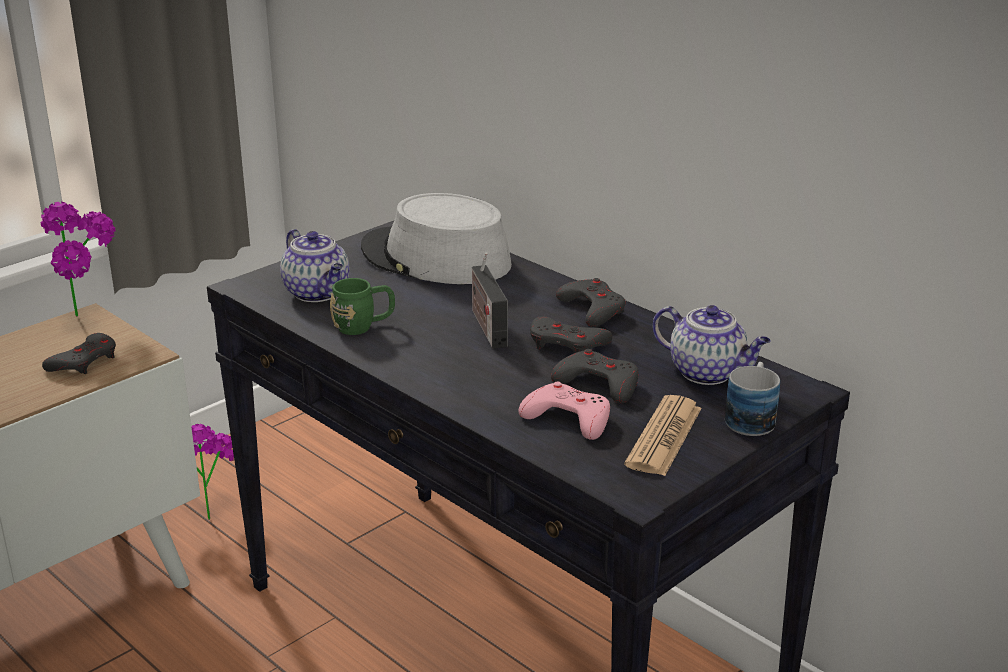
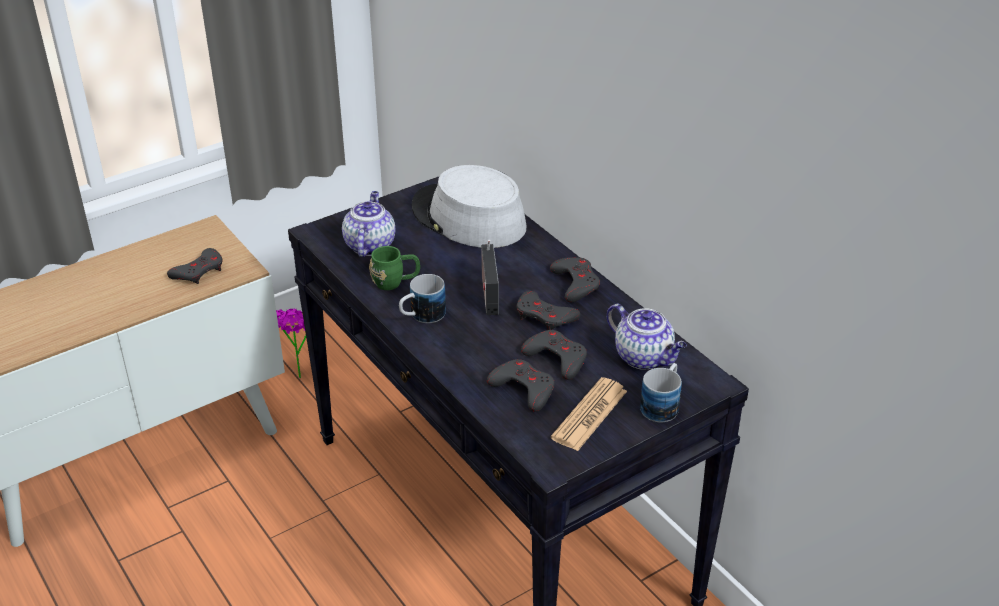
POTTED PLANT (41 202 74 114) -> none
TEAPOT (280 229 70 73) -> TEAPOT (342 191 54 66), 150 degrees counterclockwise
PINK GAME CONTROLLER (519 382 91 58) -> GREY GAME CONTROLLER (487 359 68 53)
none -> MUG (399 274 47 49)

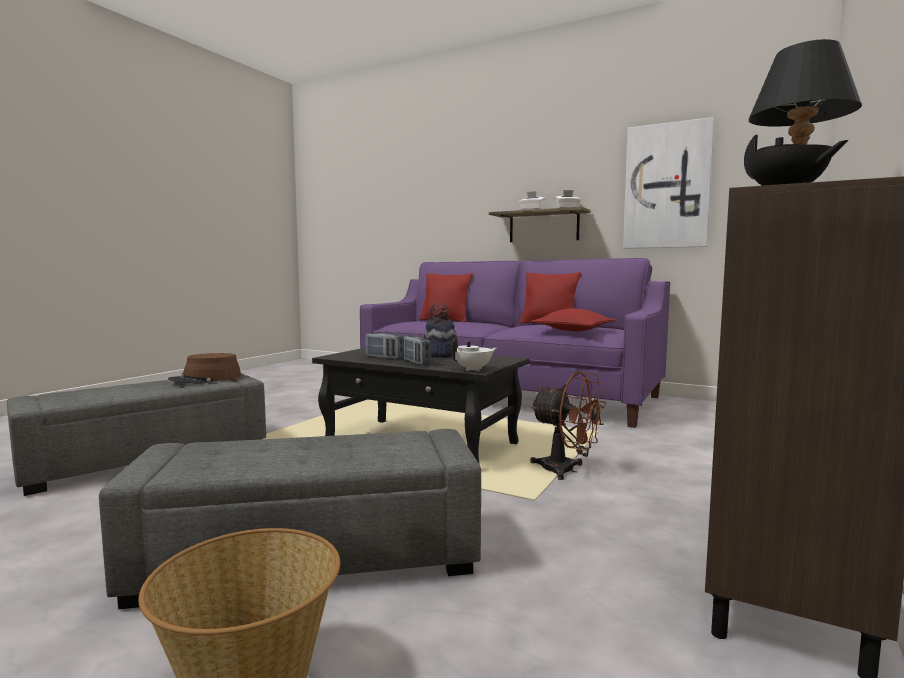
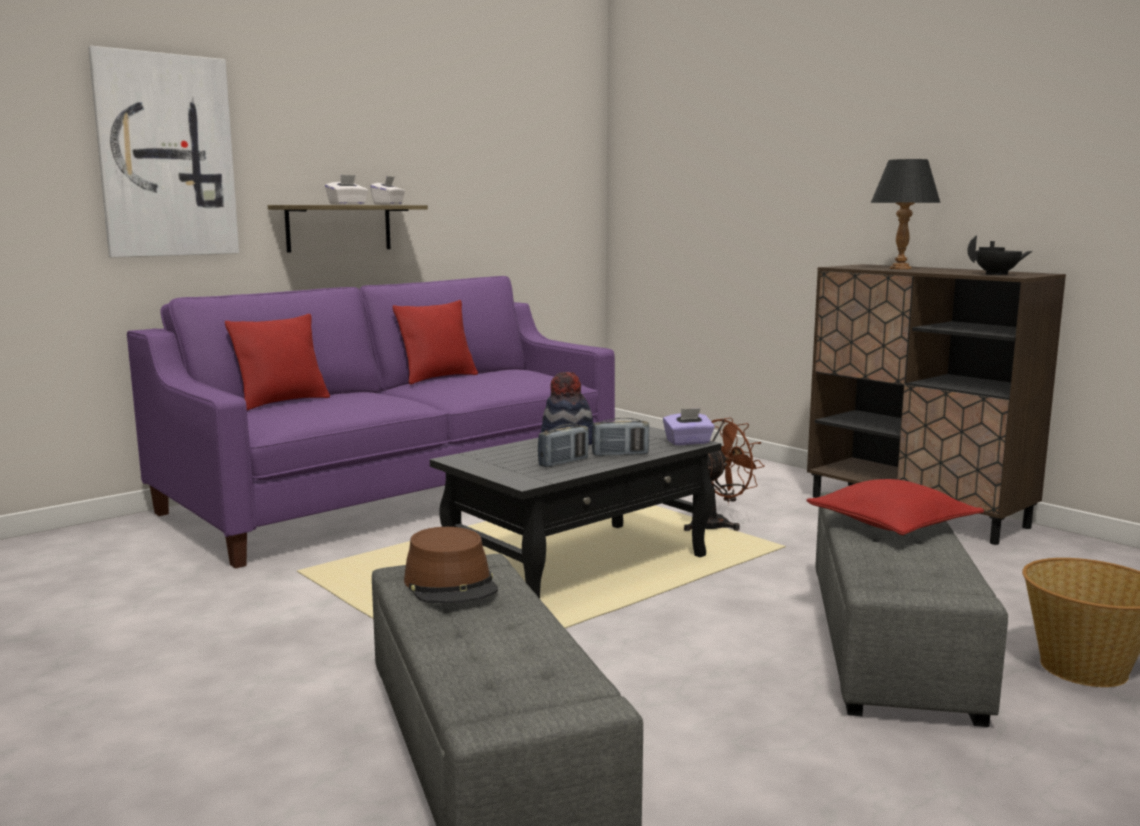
WHITE TEAPOT (450 337 47 35) -> PURPLE TISSUE BOX (663 408 52 37)
RED PILLOW (531 308 85 23) -> RED PILLOW (807 479 177 56), move
PICTURE (623 117 92 132) -> PICTURE (88 46 151 212), move

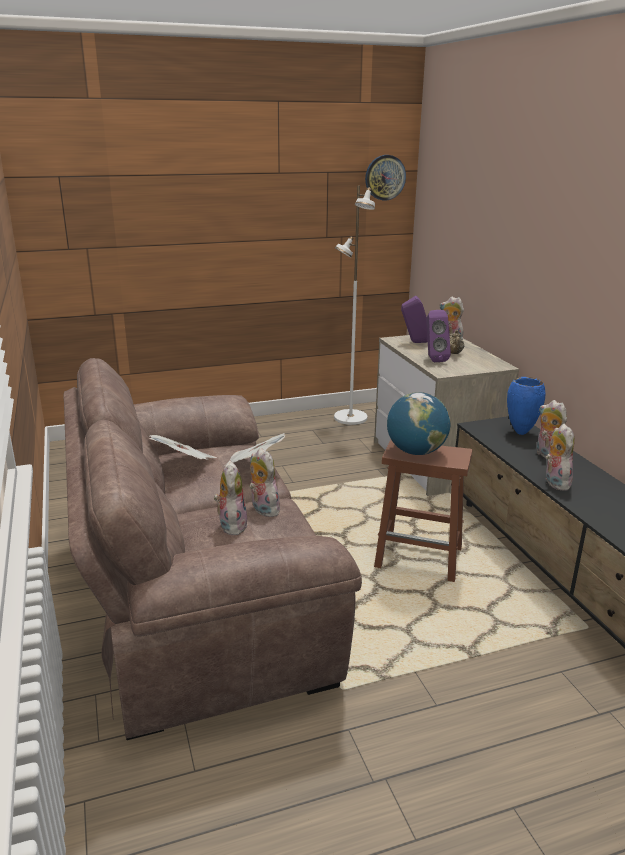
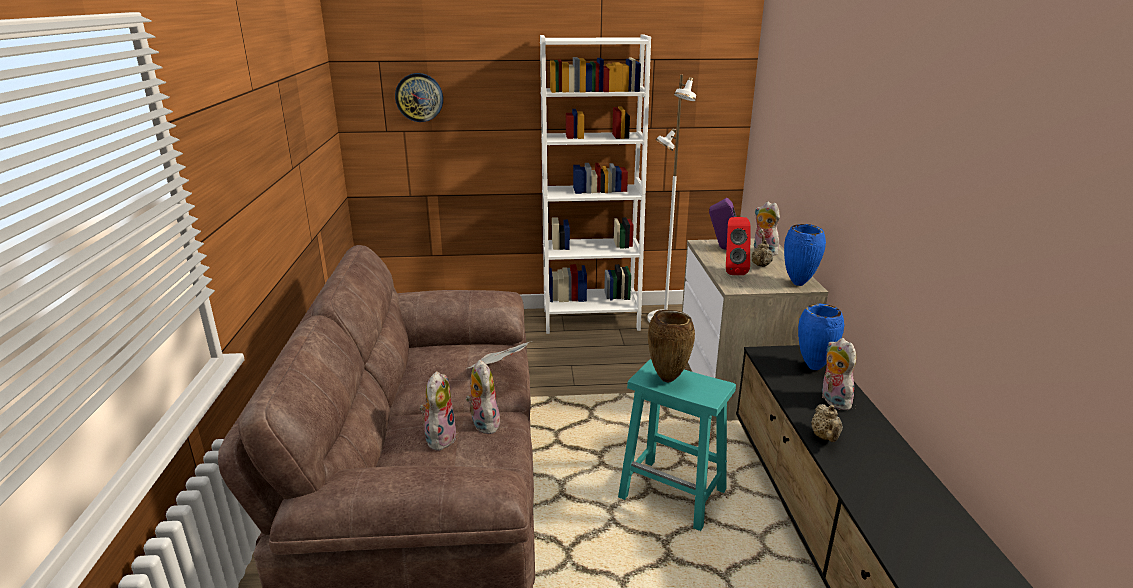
NEWSPAPER (149 435 68 25) -> none
WALL CLOCK (365 155 41 46) -> WALL CLOCK (395 73 48 49), move
BROWN STOOL (374 440 98 142) -> TURQUOISE STOOL (618 359 118 172)
GLOBE (387 392 64 63) -> BROWN VASE (648 310 47 72)
PURPLE SPEAKER (426 310 25 52) -> RED SPEAKER (726 217 25 58)
PLUSH TOY (546 424 28 67) -> BEIGE TEAPOT (811 404 32 38)
none -> WHITE BOOKCASE (540 34 111 300)
none -> BLUE VASE (784 224 42 62)

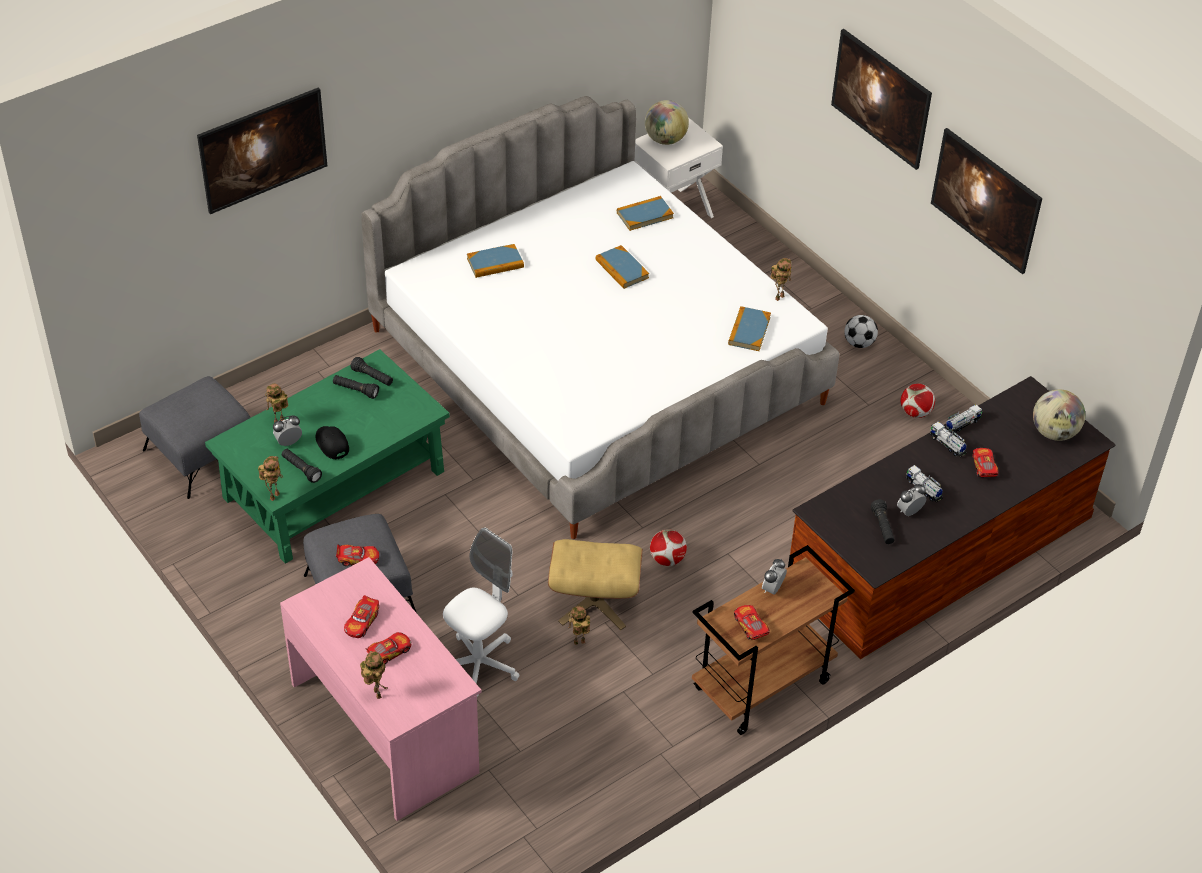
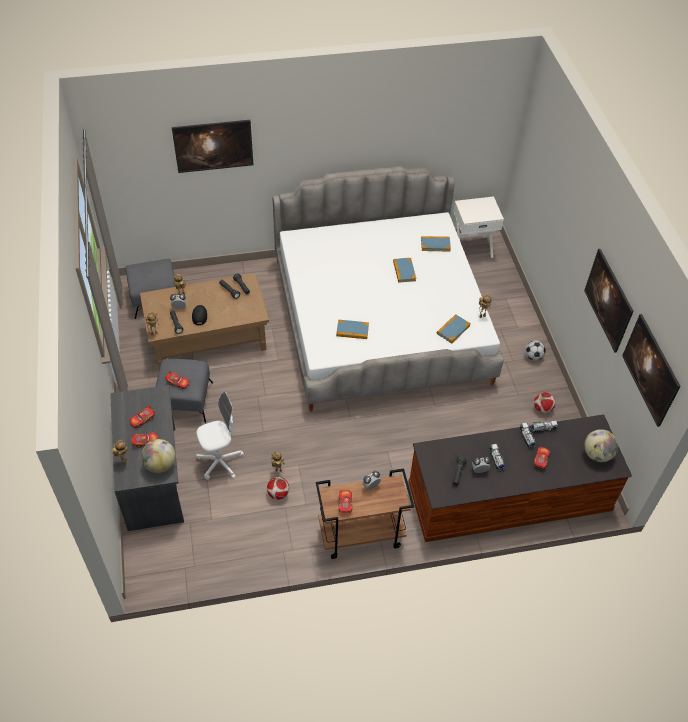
GREEN COFFEE TABLE (205 349 245 215) -> BROWN COFFEE TABLE (140 273 129 96)
PINK DESK (280 557 202 264) -> GREY DESK (110 385 74 146)
BOOK (467 244 57 34) -> BOOK (336 320 33 19), move
BEIGE OTTOMAN (548 539 95 91) -> none
GLOBE (645 100 44 45) -> GLOBE (141 439 35 34), move
FOOTBALL (650 529 37 37) -> FOOTBALL (267 477 22 23), move
PICTURE (831 29 101 141) -> PICTURE (622 314 59 113), move

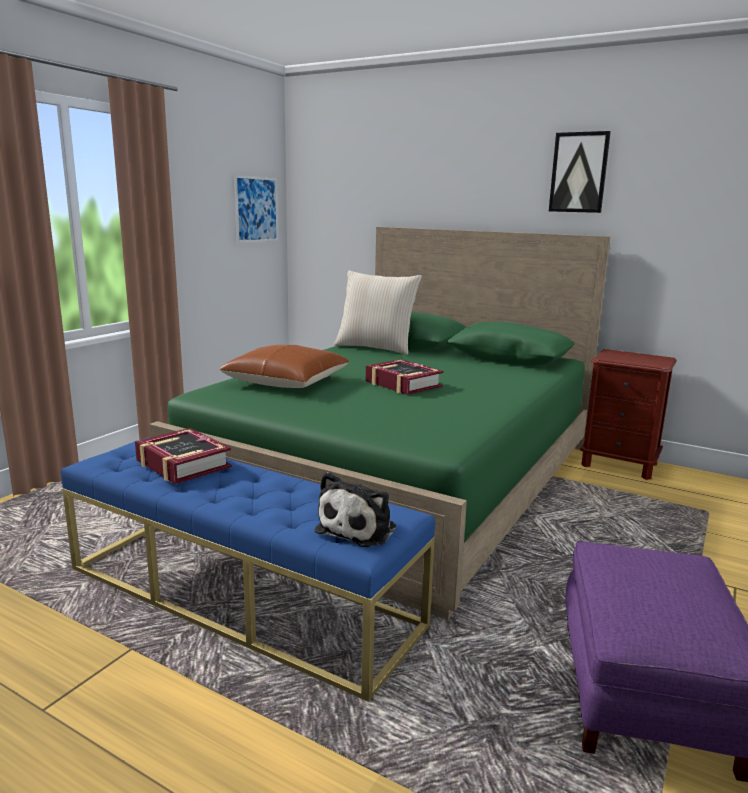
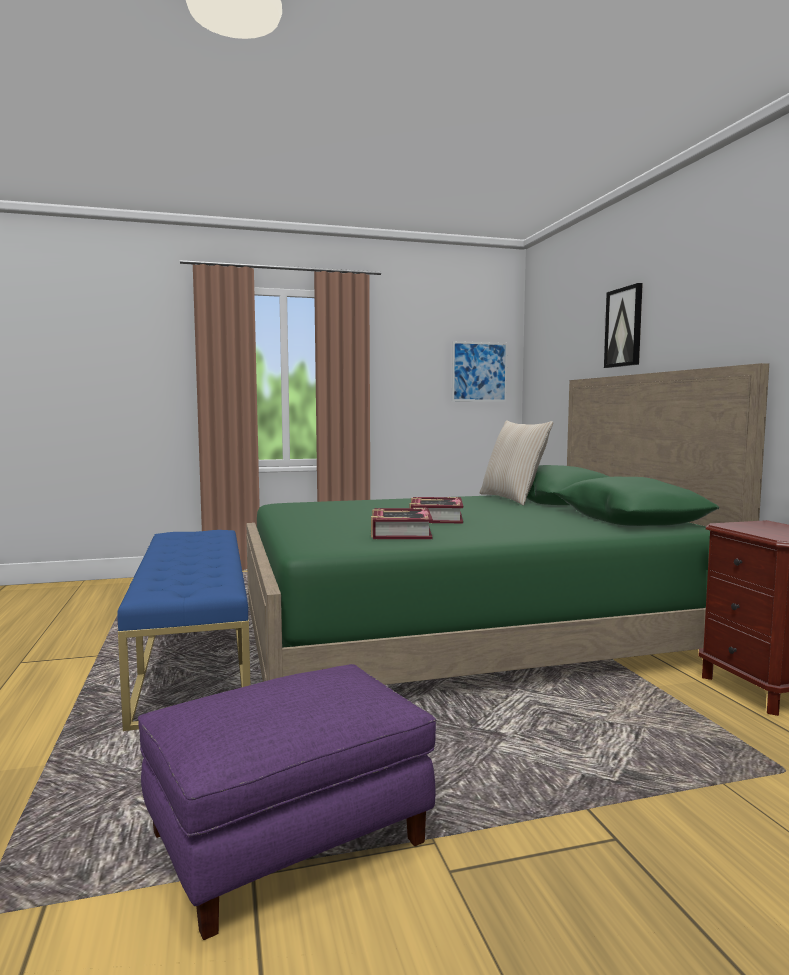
BOOK (135 428 97 56) -> BOOK (371 508 62 31), move
BROWN PILLOW (219 345 131 43) -> none
PLUSH TOY (315 472 81 75) -> none
PICTURE (549 131 62 82) -> PICTURE (604 283 39 85), move

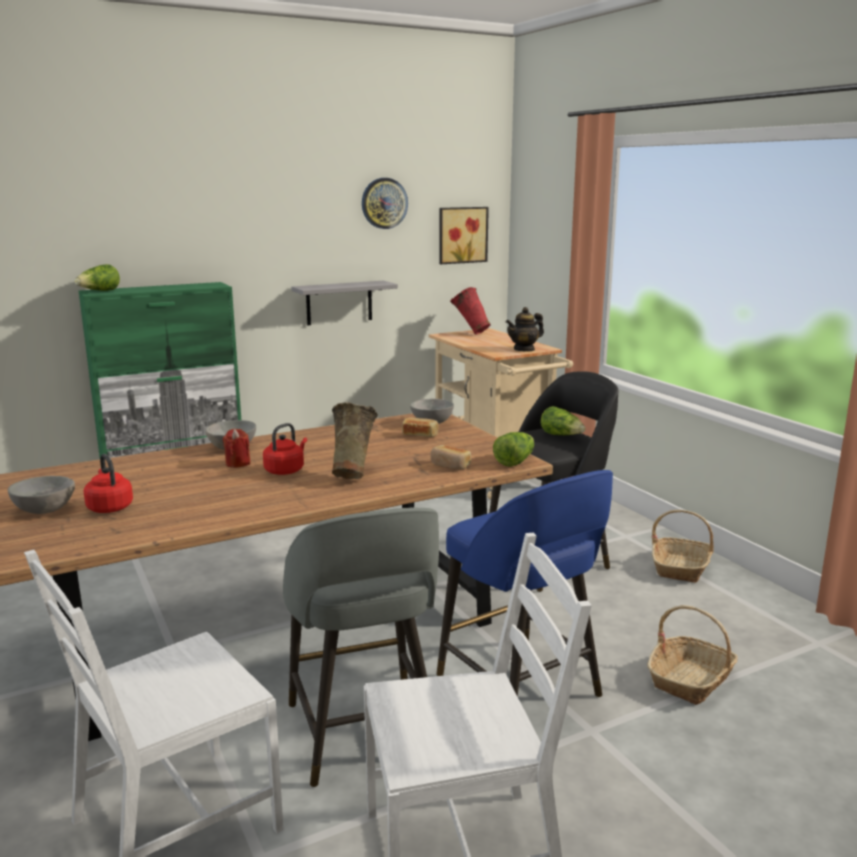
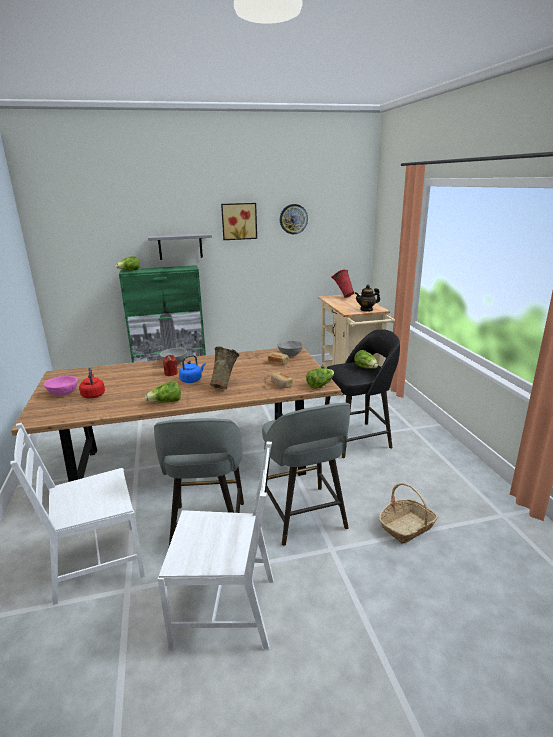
GREY BOWL (8 476 67 38) -> PINK BOWL (44 376 34 20)
RED KETTLE (263 423 44 52) -> BLUE KETTLE (179 355 27 28)
GREY SHELF (291 281 107 44) -> GREY SHELF (148 233 64 27), move
BLUE STOOL (437 470 176 227) -> GREY STOOL (262 403 88 143)
PICTURE (439 207 50 57) -> PICTURE (221 203 36 37), move
BASKET (652 510 62 73) -> none
none -> LETTUCE (145 381 36 22)

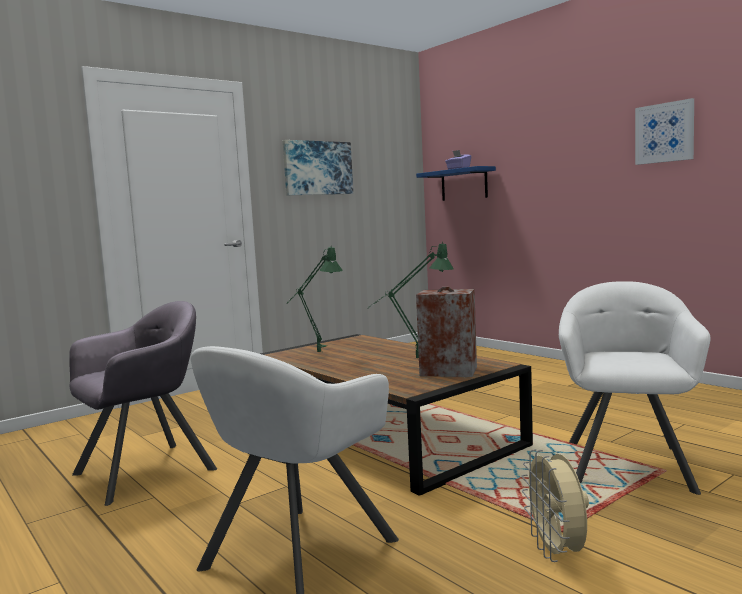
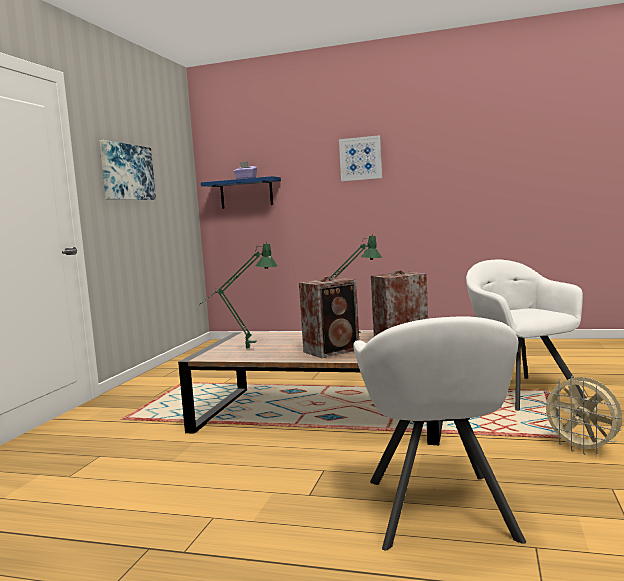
GREY ARMCHAIR (69 301 148 205) -> none
PICTURE (635 98 59 67) -> PICTURE (339 135 43 46), move
none -> SPEAKER (299 276 60 82)

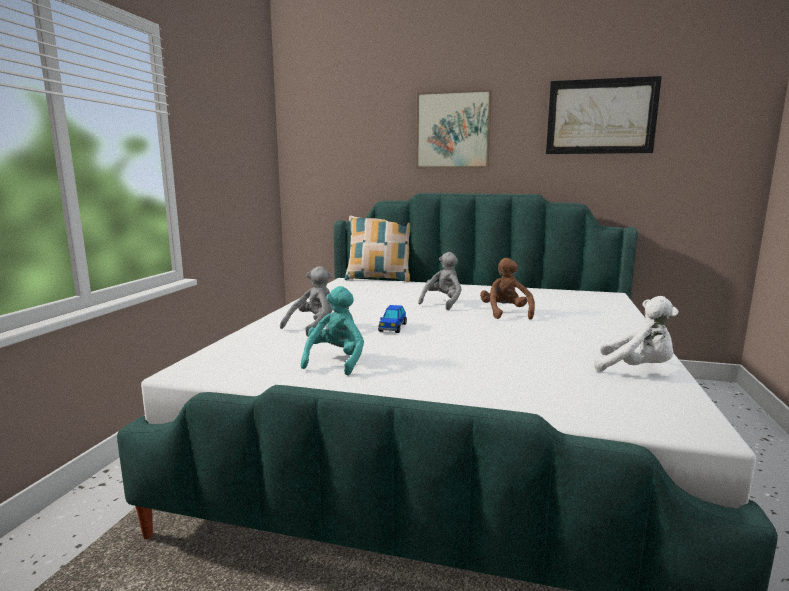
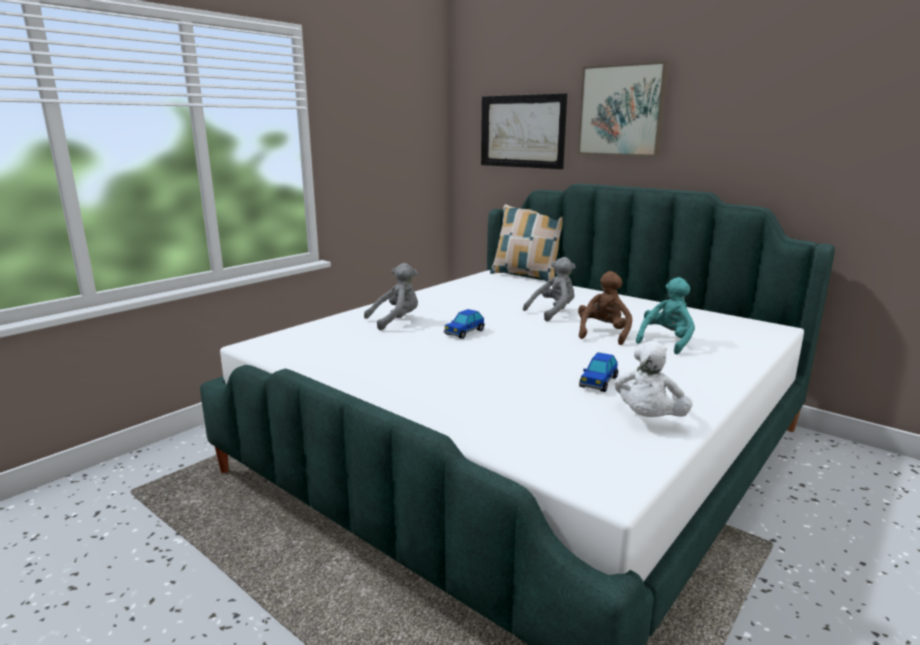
TURQUOISE PLUSH TOY (301 286 63 89) -> TURQUOISE PLUSH TOY (636 277 59 77), move
PICTURE (546 76 116 78) -> PICTURE (481 93 86 76), move
WHITE PLUSH TOY (595 296 84 76) -> WHITE PLUSH TOY (614 341 79 76), 60 degrees clockwise
none -> TOY CAR (579 352 39 40)

